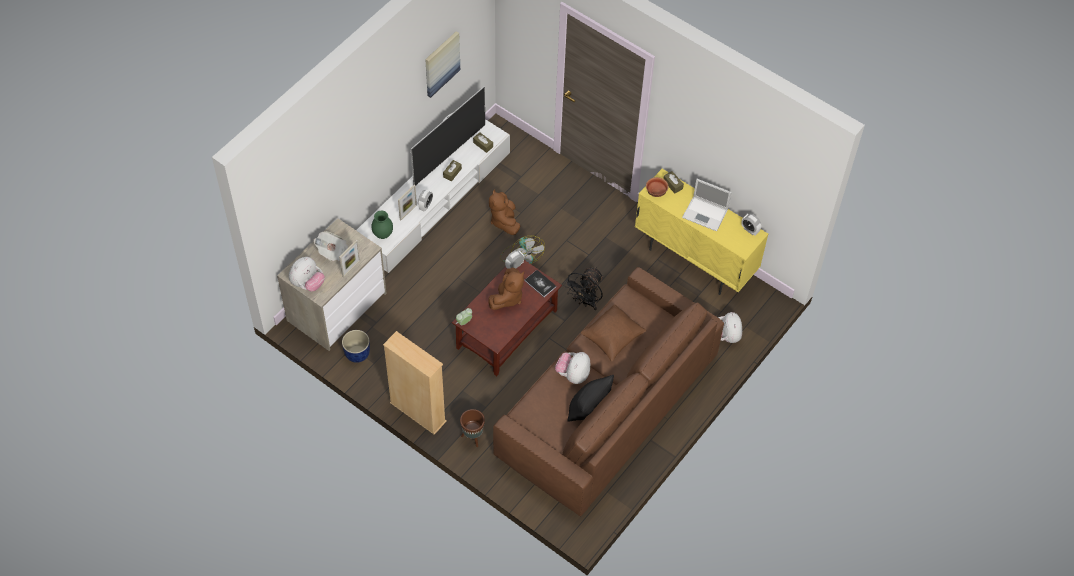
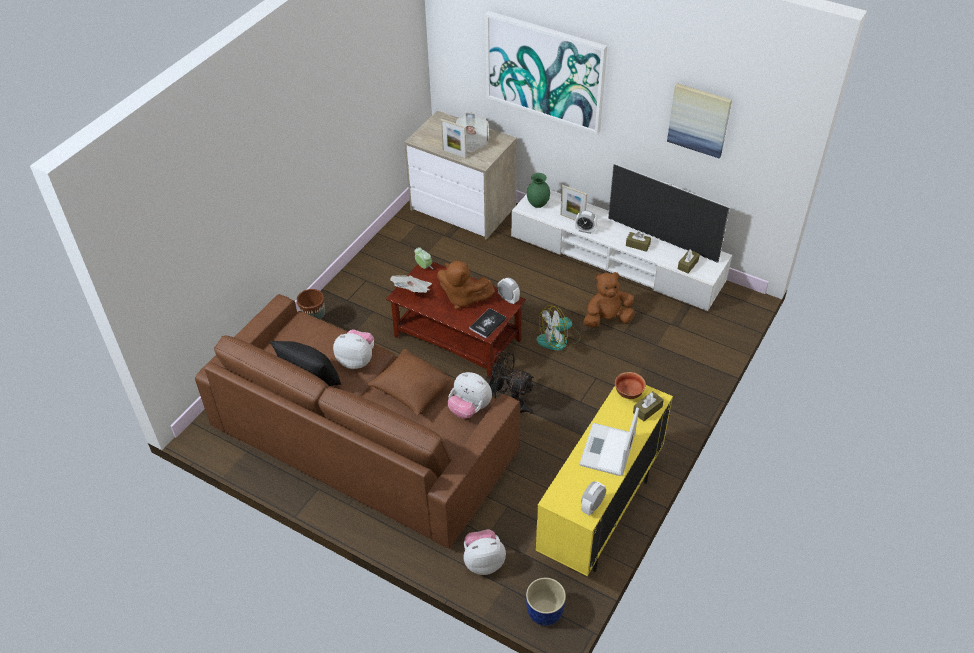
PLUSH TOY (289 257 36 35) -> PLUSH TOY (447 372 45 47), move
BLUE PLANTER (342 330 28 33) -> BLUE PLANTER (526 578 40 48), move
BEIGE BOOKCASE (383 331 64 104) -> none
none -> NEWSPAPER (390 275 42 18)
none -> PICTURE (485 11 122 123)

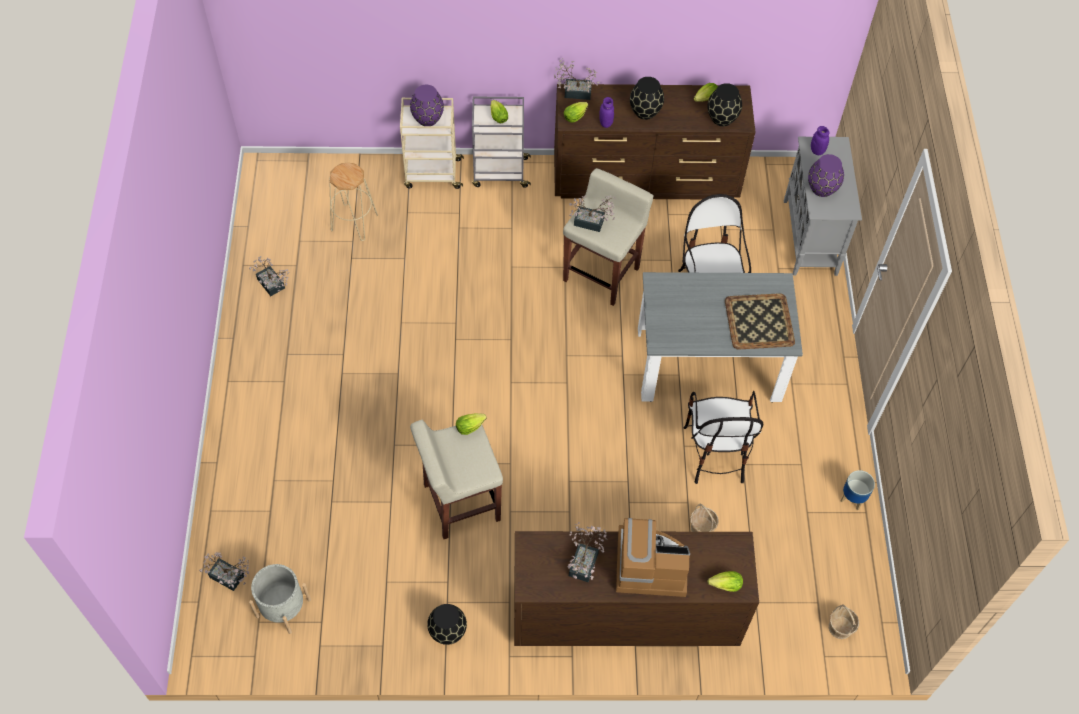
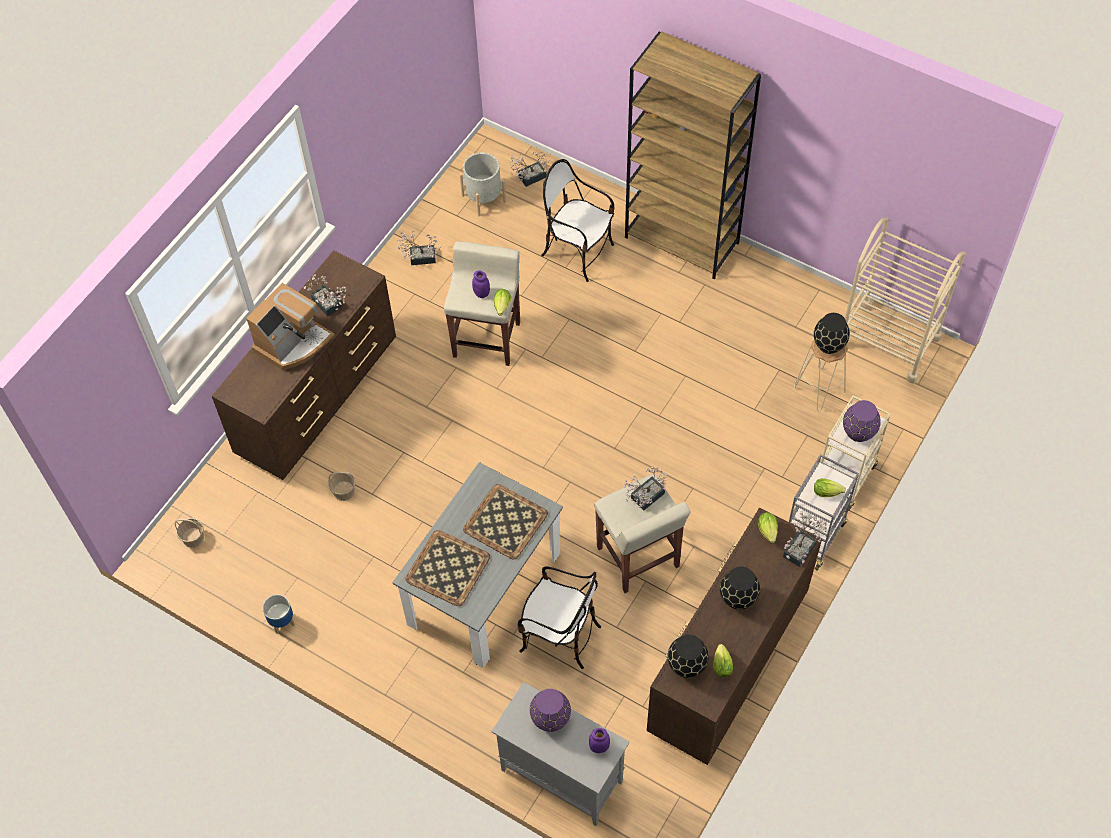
POTTED PLANT (249 256 40 40) -> POTTED PLANT (398 230 43 35), move
BLACK VASE (427 604 40 41) -> BLACK VASE (814 313 36 41), move
PURPLE JAR (599 97 15 31) -> PURPLE JAR (472 271 18 27), move
CHAIR (684 391 79 93) -> CHAIR (541 159 74 123), move
LETTUCE (707 571 36 21) -> none
none -> TRAY (463 484 85 75)
none -> BROWN BOOKCASE (625 31 136 249)
none -> BEIGE CART (845 217 121 167)

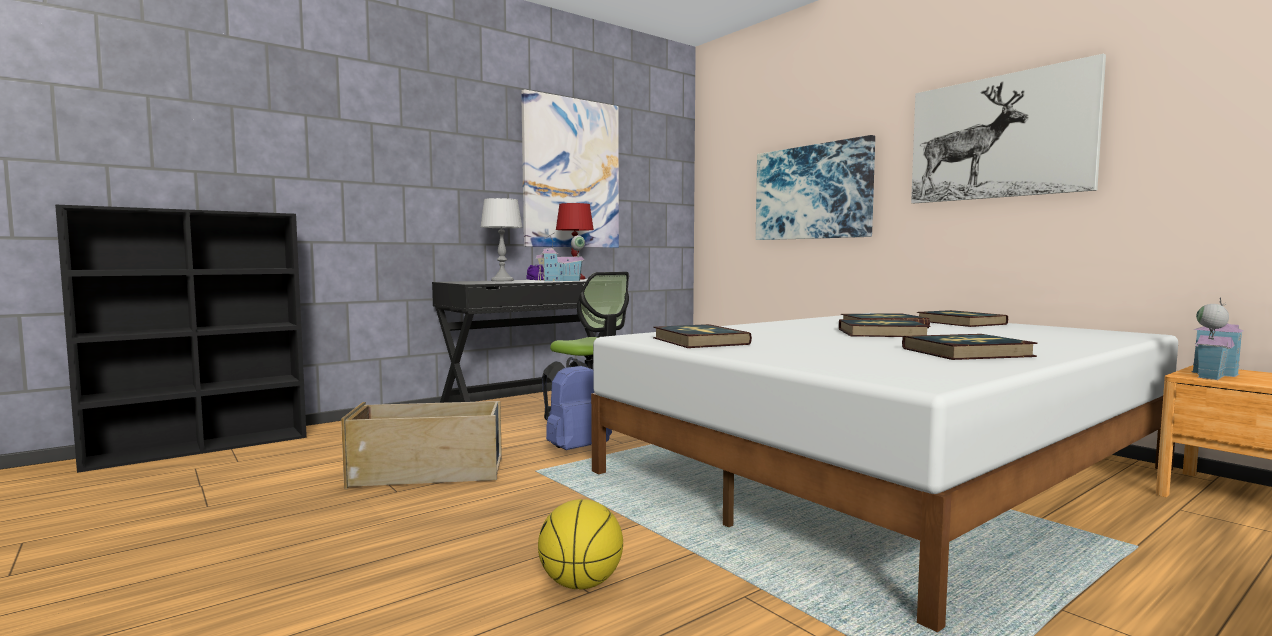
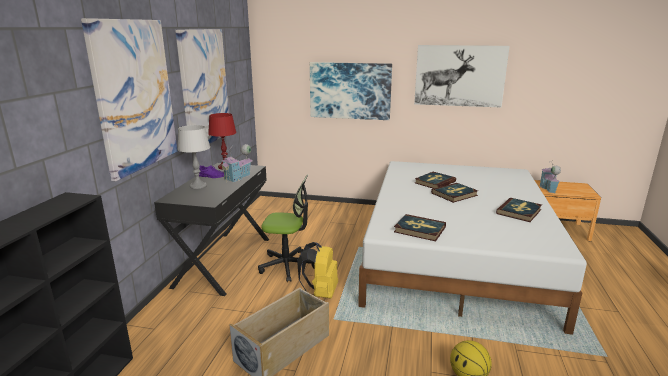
BLUE BACKPACK (542 357 70 93) -> YELLOW BACKPACK (297 242 41 56)
BOOK (917 310 91 17) -> none
none -> PICTURE (81 18 96 163)

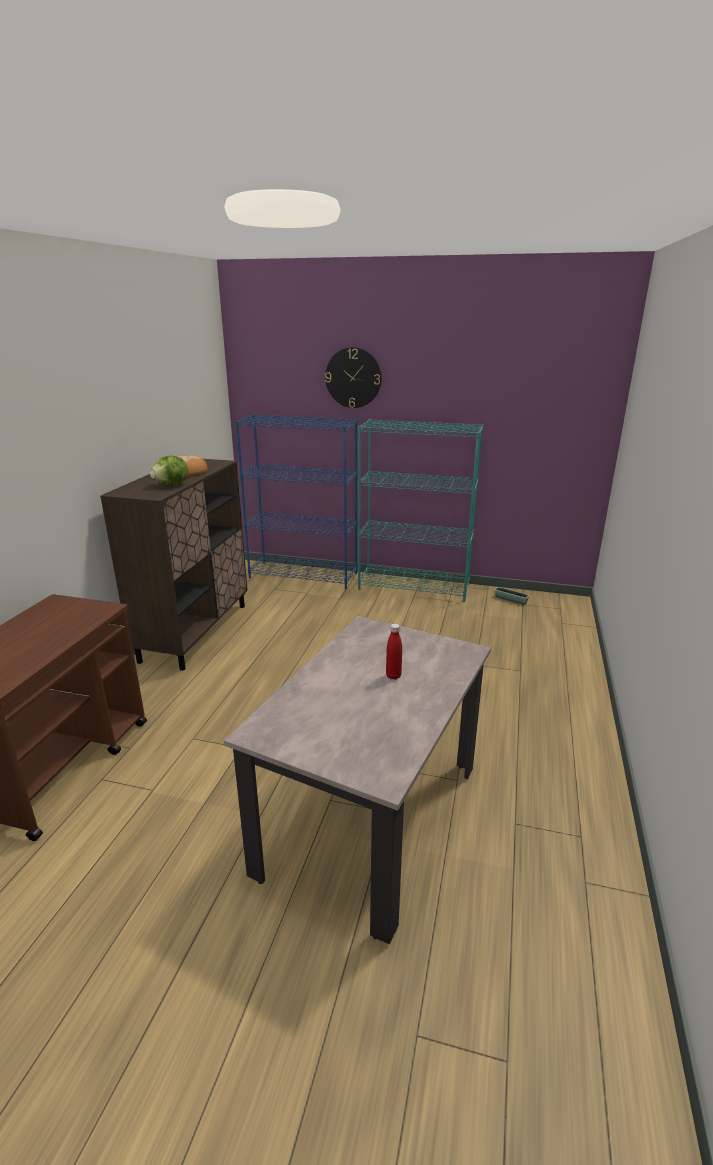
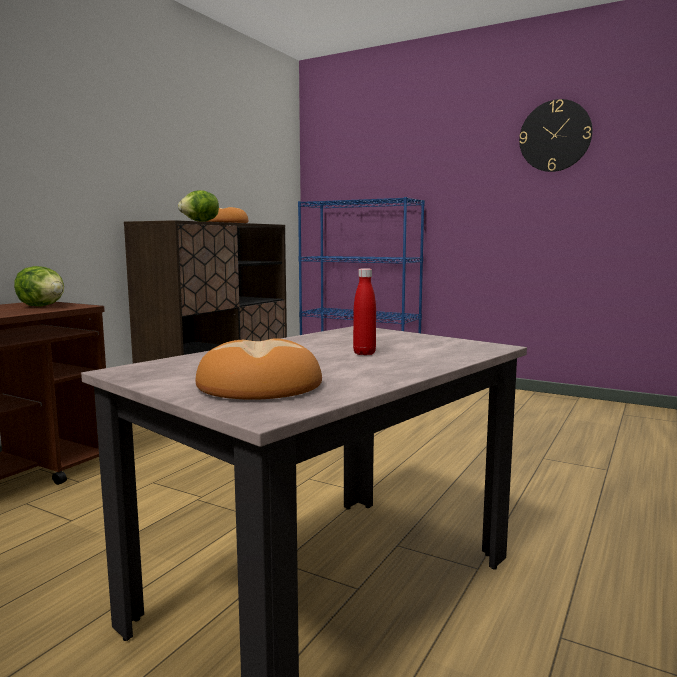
WALL CLOCK (325 347 57 61) -> WALL CLOCK (519 99 74 73), move
TURQUOISE BOOKCASE (358 419 125 183) -> none
PLANTER (495 587 34 18) -> none
none -> LETTUCE (14 266 50 40)
none -> BREAD (196 338 126 62)

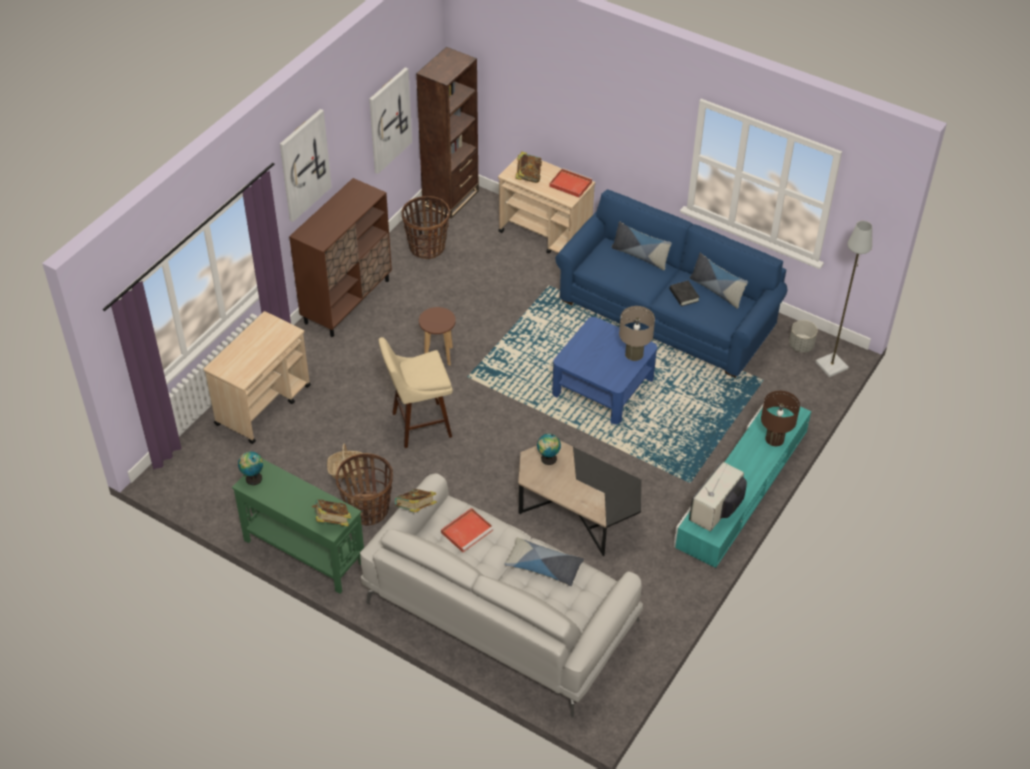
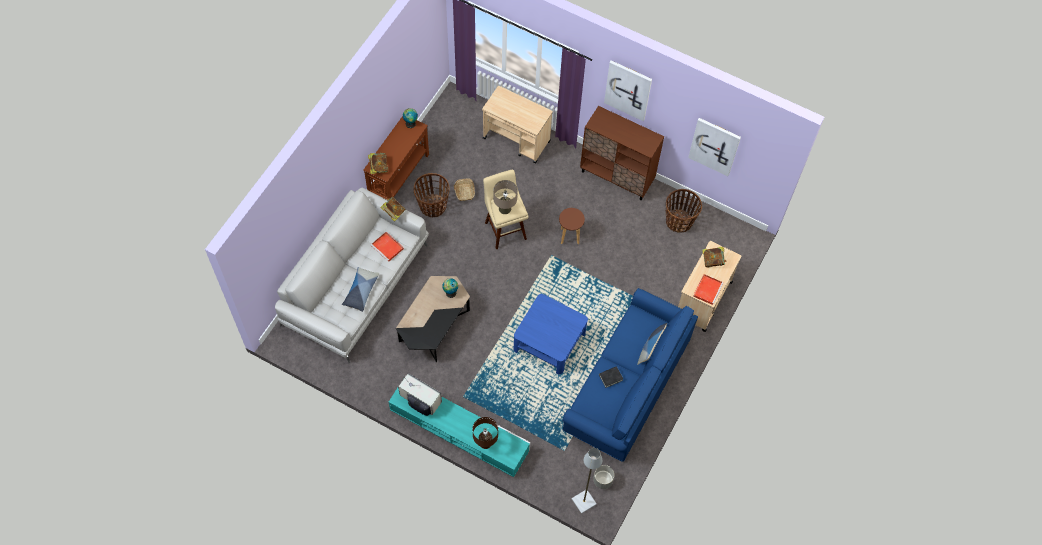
GREEN CONSOLE TABLE (232 459 132 135) -> BROWN CONSOLE TABLE (363 116 66 84)
BROWN BOOKCASE (416 47 63 171) -> none
BEIGE TABLE LAMP (619 306 36 55) -> BEIGE TABLE LAMP (493 180 25 34), move
PILLOW (690 253 58 56) -> none

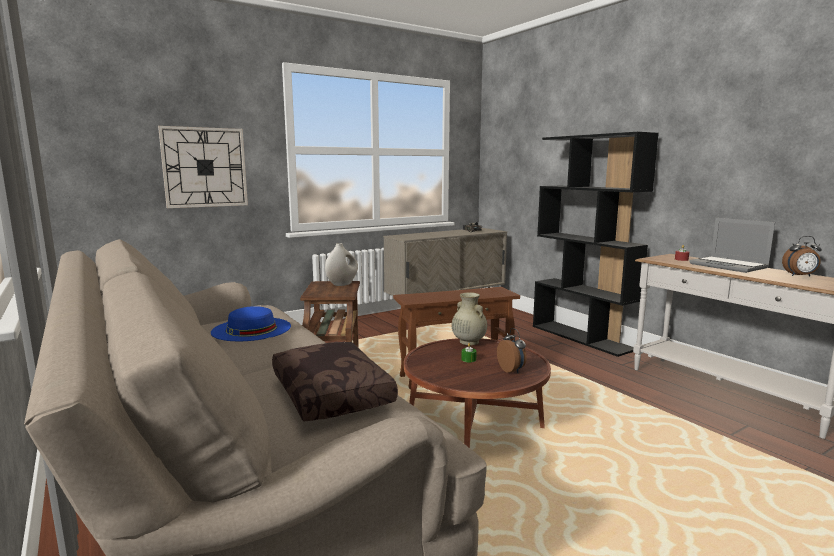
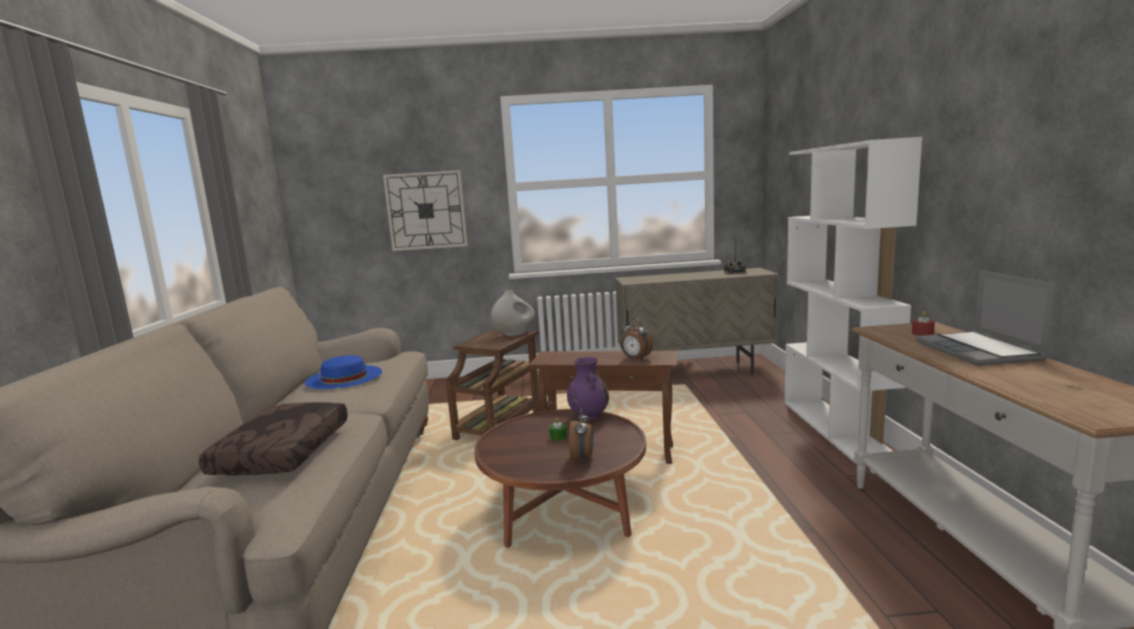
BEIGE VASE (452 292 35 53) -> PURPLE VASE (567 357 42 63)
BLACK BOOKCASE (533 132 126 225) -> WHITE BOOKCASE (785 137 137 327)
ALARM CLOCK (782 236 40 40) -> ALARM CLOCK (621 318 32 42), move

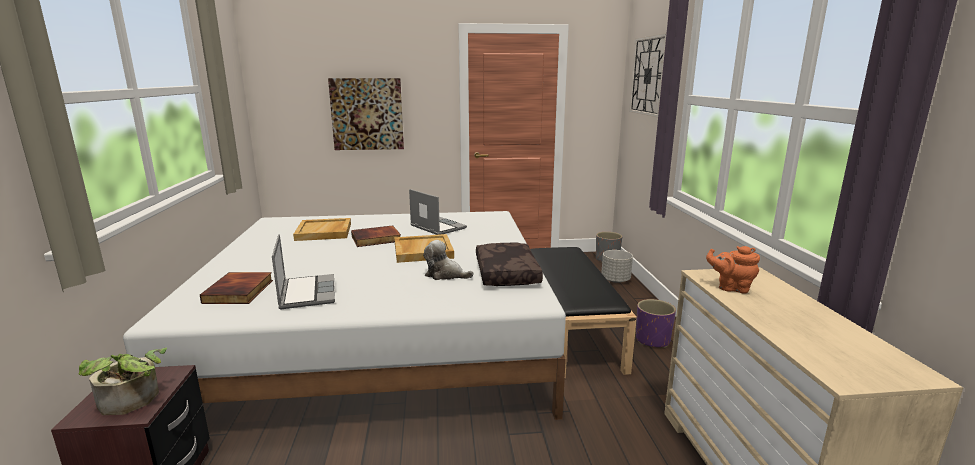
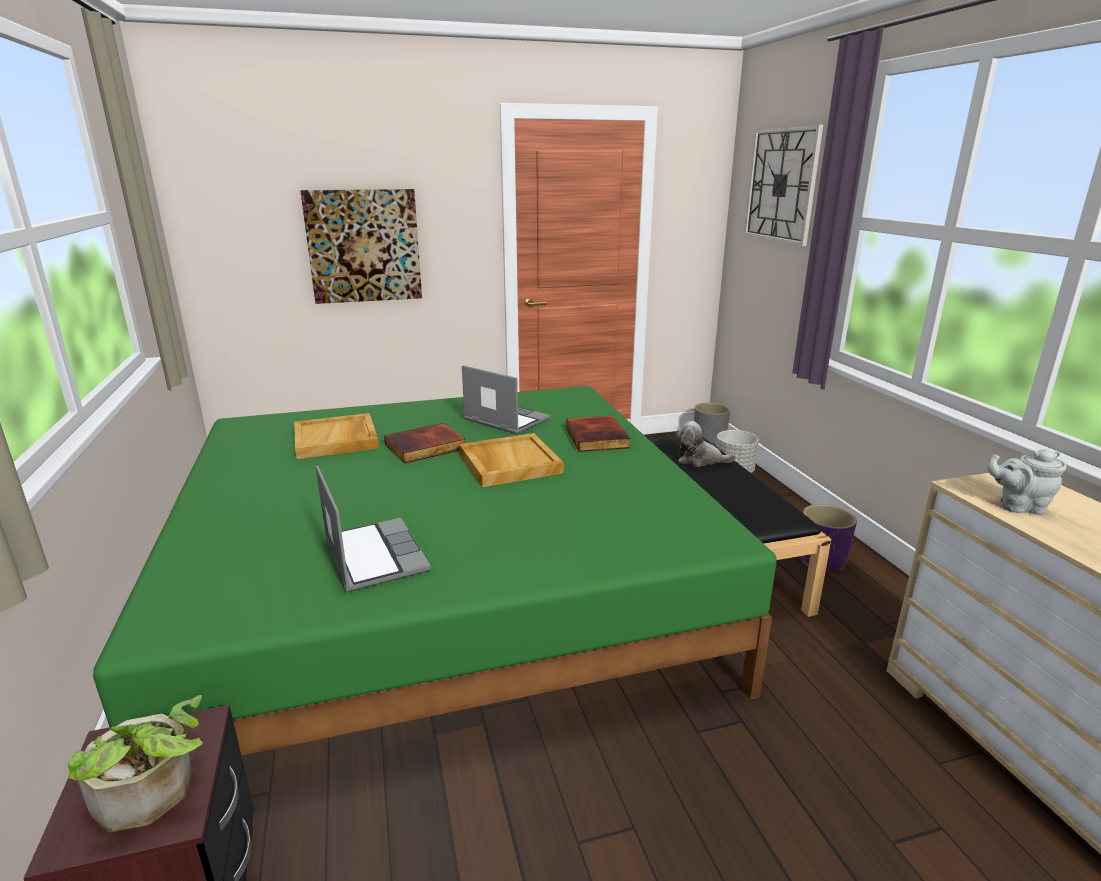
WHITE BED (123 211 443 209) -> GREEN BED (93 386 684 370)
BOOK (200 272 73 32) -> BOOK (566 416 64 36), move
PLUSH TOY (423 240 50 40) -> PLUSH TOY (676 421 61 46), move
BROWN PILLOW (476 242 67 44) -> none
ORANGE TEAPOT (706 246 54 48) -> GREY TEAPOT (987 450 80 65)

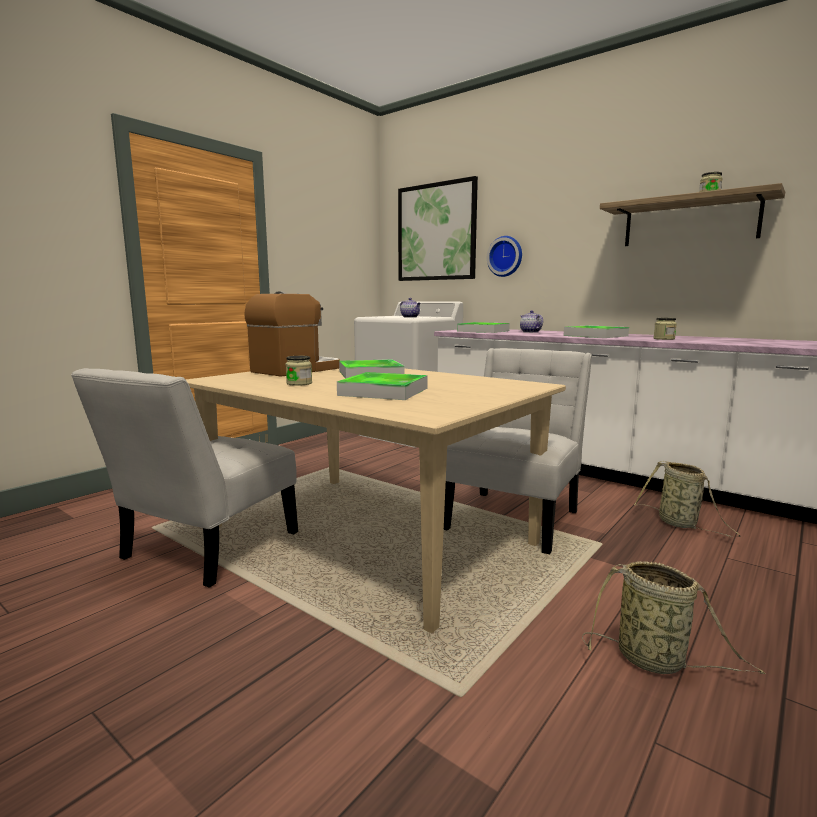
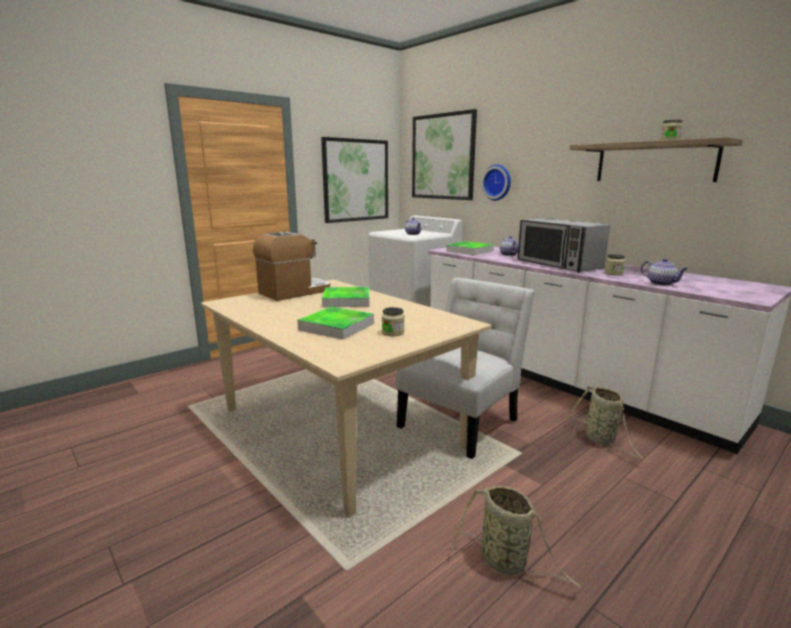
WHITE CHAIR (71 368 227 220) -> none
JAR (286 356 26 30) -> JAR (382 307 22 29), move
TRAY (564 325 65 13) -> MICROWAVE (517 218 93 54)
none -> PICTURE (321 137 67 86)
none -> TEAPOT (641 258 47 28)

